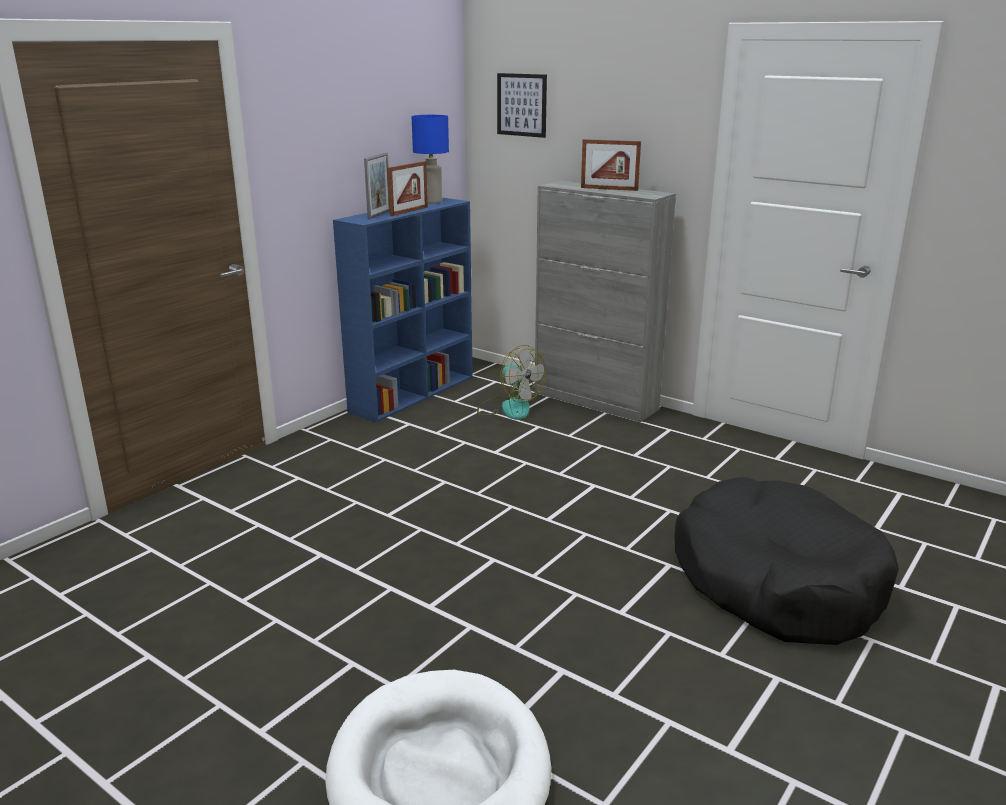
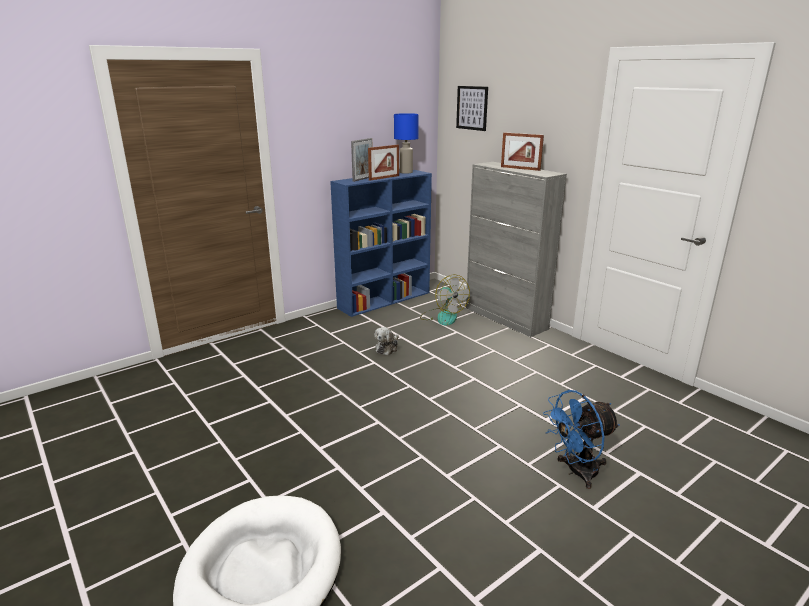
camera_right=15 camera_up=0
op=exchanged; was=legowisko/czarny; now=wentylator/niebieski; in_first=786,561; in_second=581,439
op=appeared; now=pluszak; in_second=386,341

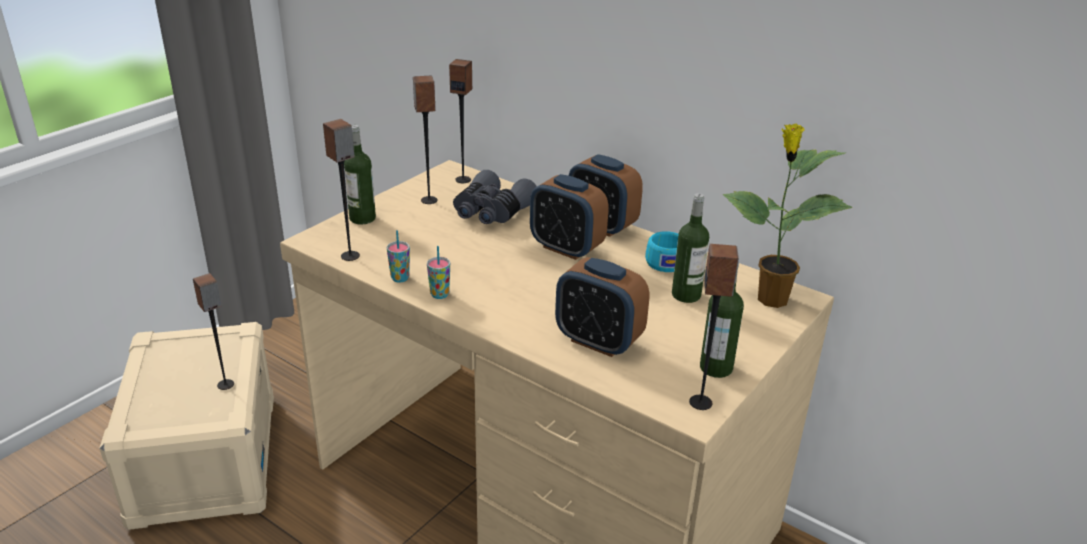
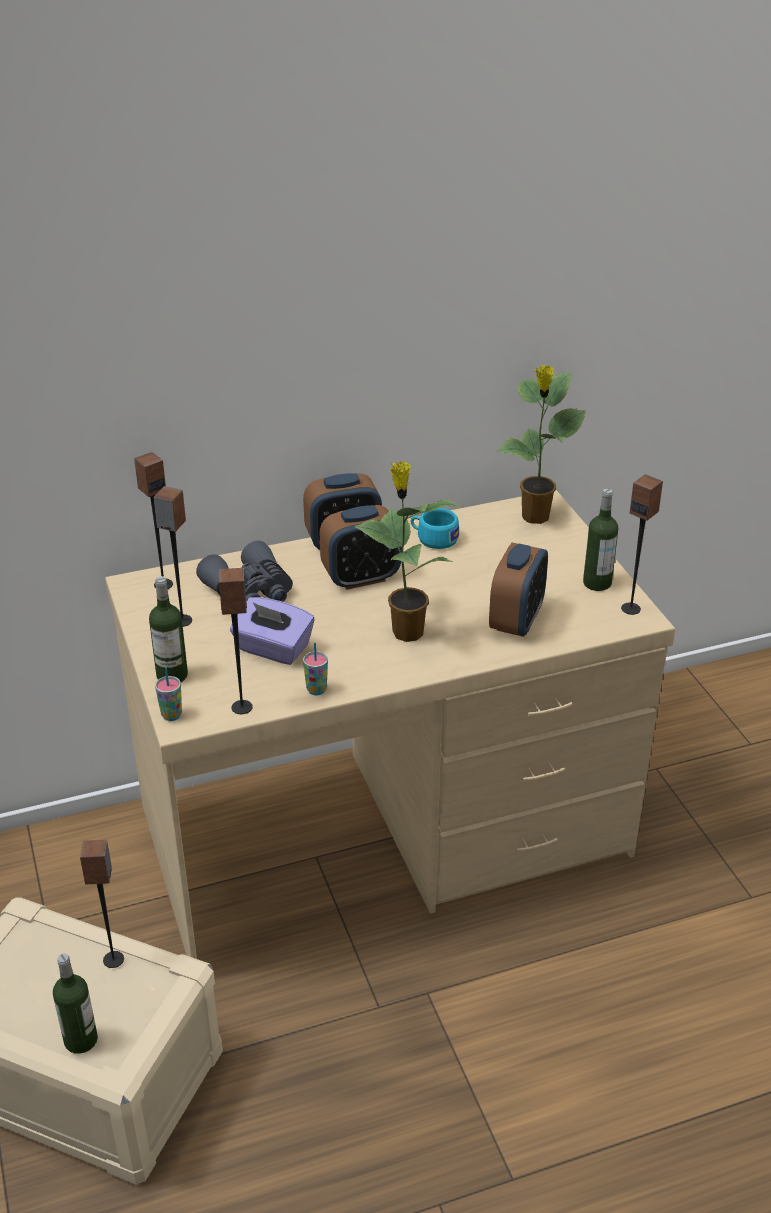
camera_right=-55 camera_up=5
op=relocated; was=butelka; in_first=690,248; in_second=75,1003
op=relocated; was=filiżanka; in_first=438,272; in_second=168,694
op=spun; was=budzik; in_first=602,307; in_second=518,590; clockwise=-45
op=appeared; now=roślina doniczkowa; in_second=408,551
op=appeared; now=pudełko chusteczek/fioletowy; in_second=272,631

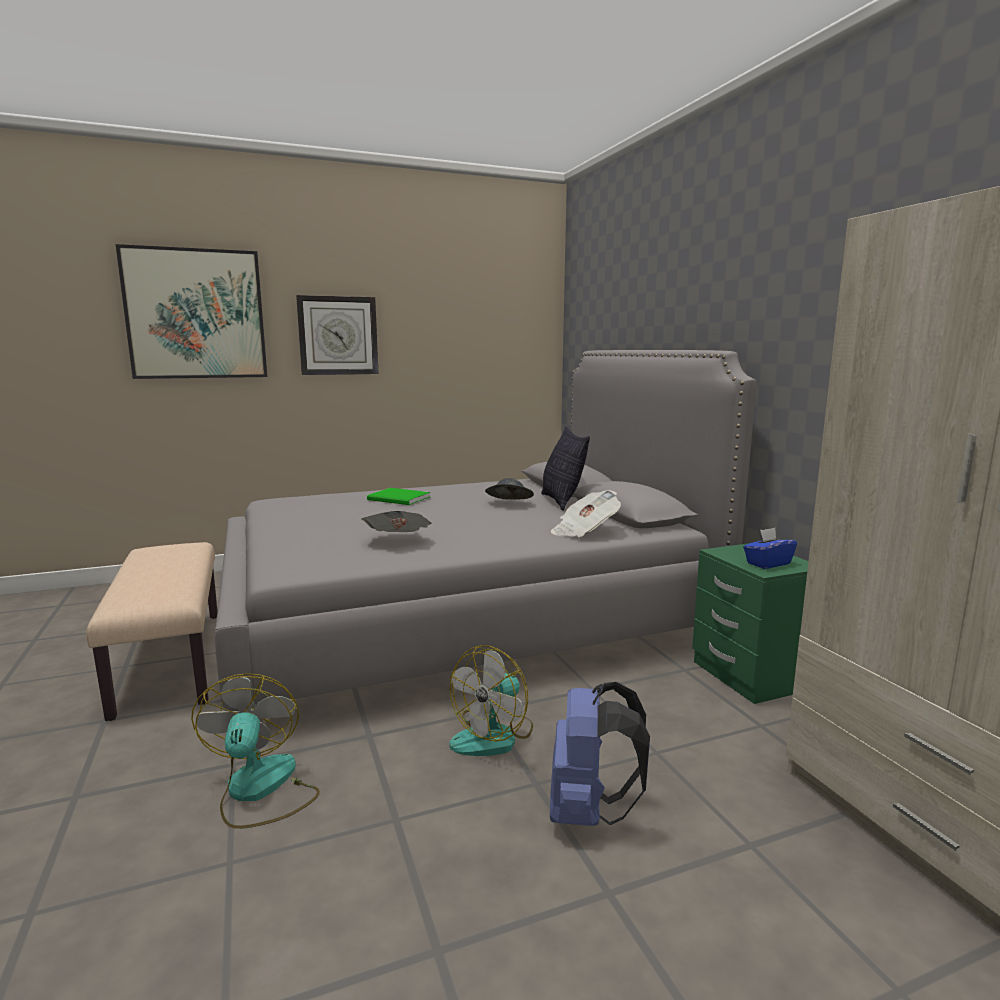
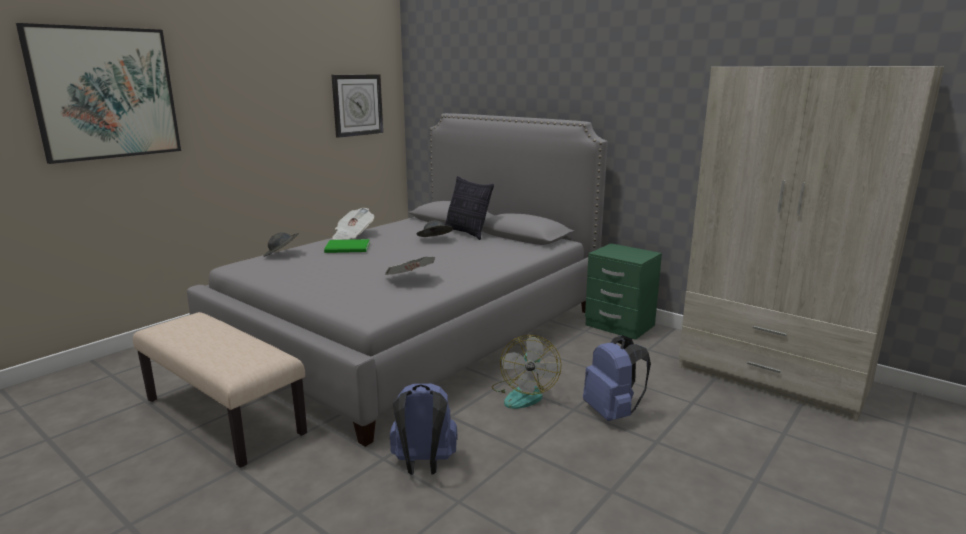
camera_right=-30 camera_up=5
op=relocated; was=zegar ścienny; in_first=337,335; in_second=357,106
op=relocated; was=gazeta; in_first=586,513; in_second=353,224
op=missing; was=pudełko chusteczek/niebieski; in_first=770,548
op=exchanged; was=wentylator; now=plecak/niebieski; in_first=255,751; in_second=424,429
op=appeared; now=kapelusz/szary; in_second=281,244

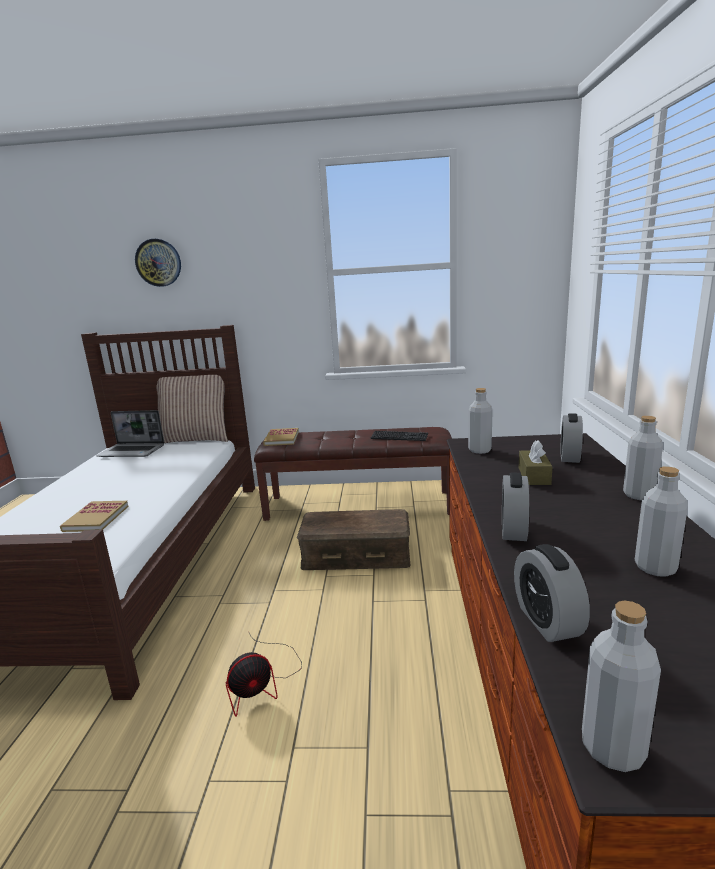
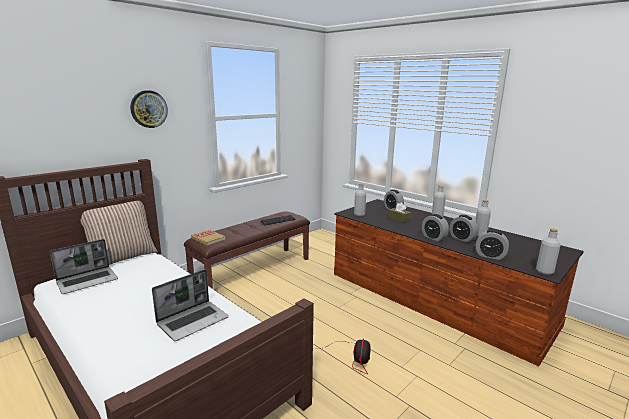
camera_right=-50 camera_up=0
op=relocated; was=zegar ścienny; in_first=158,263; in_second=149,109
op=exchanged; was=książka; now=laptop; in_first=94,516; in_second=190,305
op=missing; was=pojemnik do przechowywania/brązowy; in_first=353,539
op=appeared; now=budzik; in_second=464,228

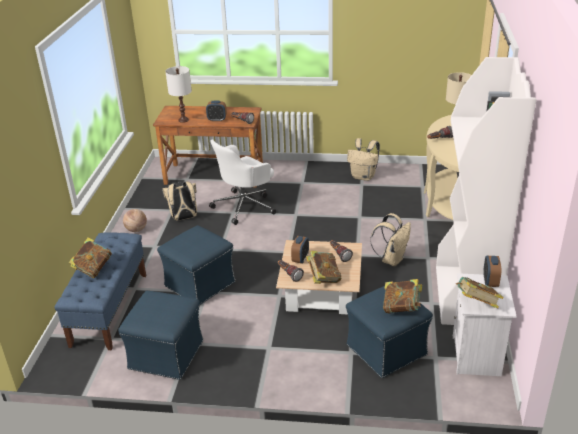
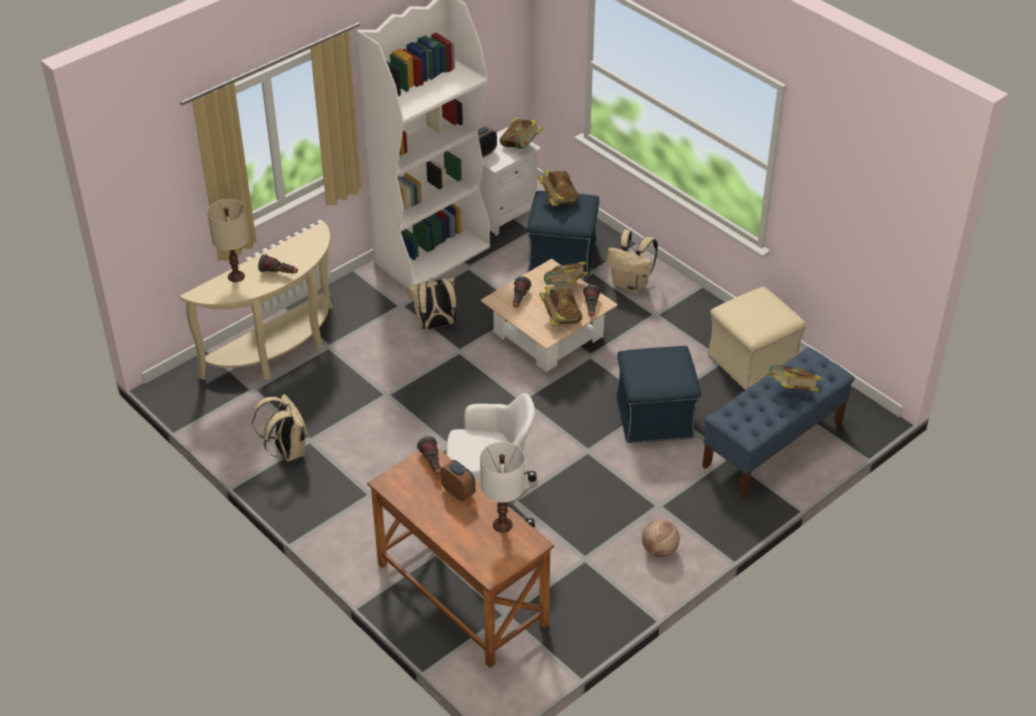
camera_right=-140 camera_up=10
op=relocated; was=plecak/beżowy; in_first=179,201; in_second=632,261
op=exchanged; was=budzik; now=książka; in_first=300,250; in_second=561,306
op=colour; was=pufa/niebieski; now=pufa/beżowy; in_first=161,335; in_second=756,338

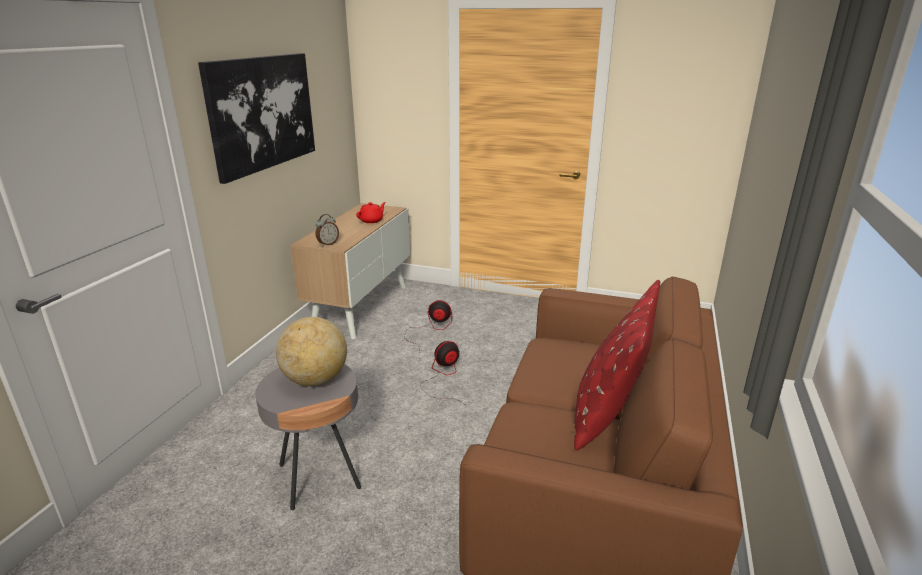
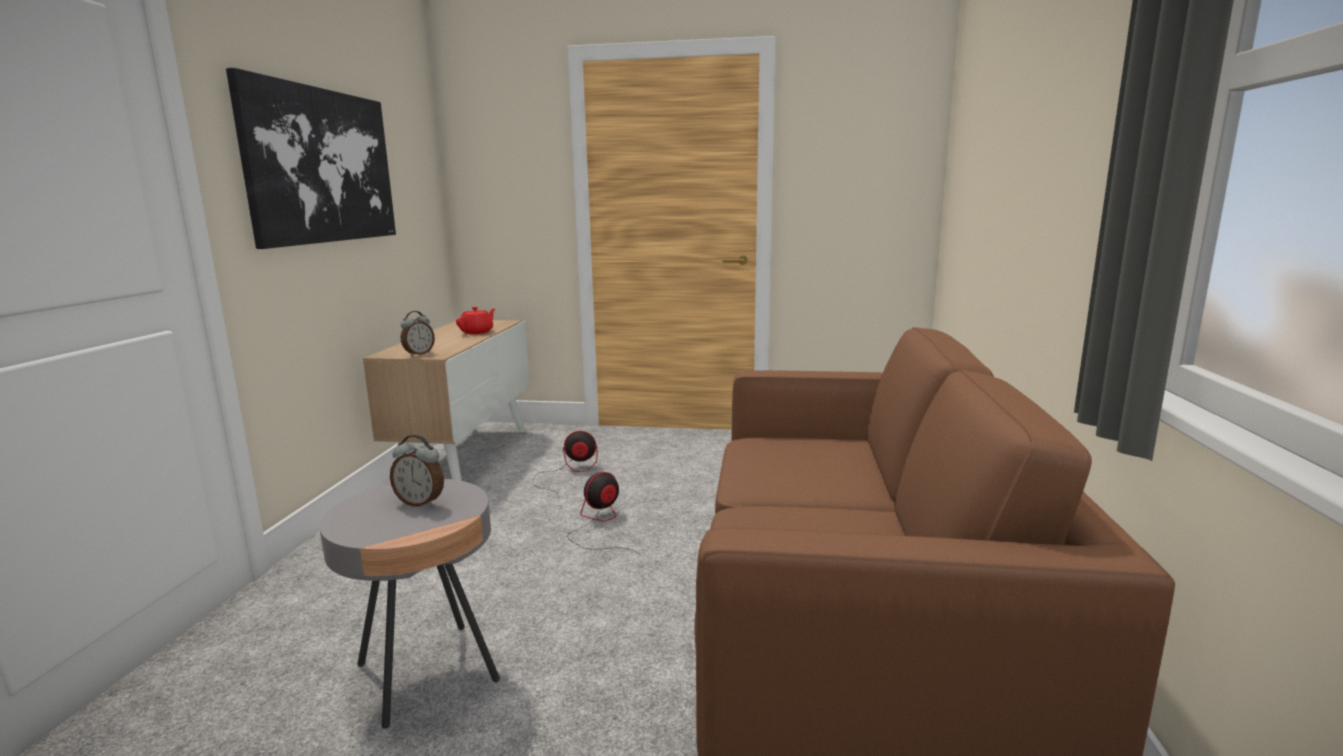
camera_right=-10 camera_up=-10
op=missing; was=poduszka/czerwony; in_first=617,365
op=exchanged; was=globus; now=budzik; in_first=311,351; in_second=417,470

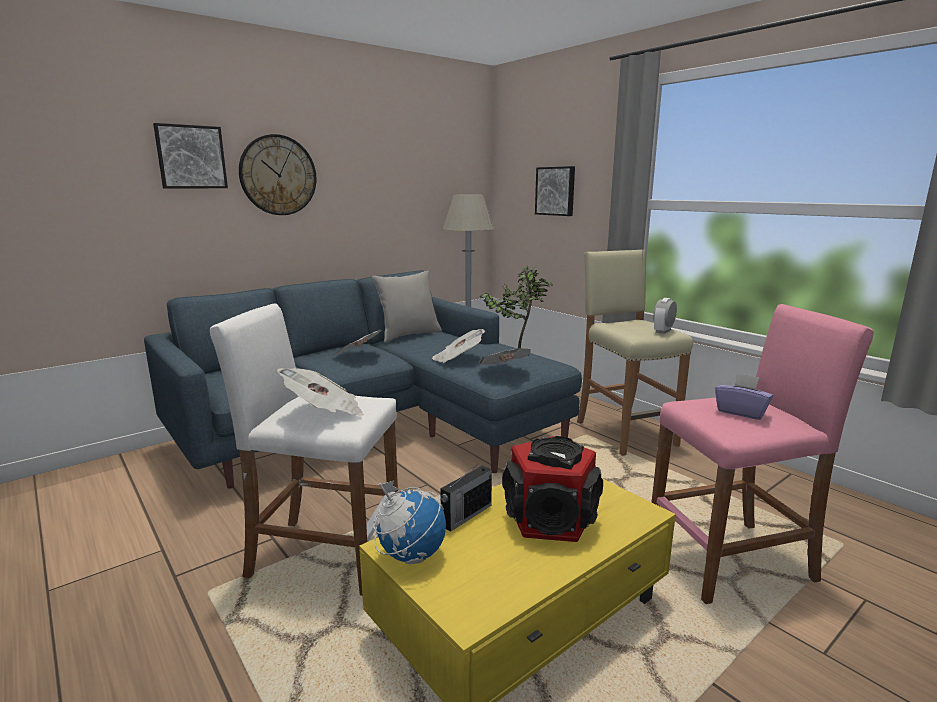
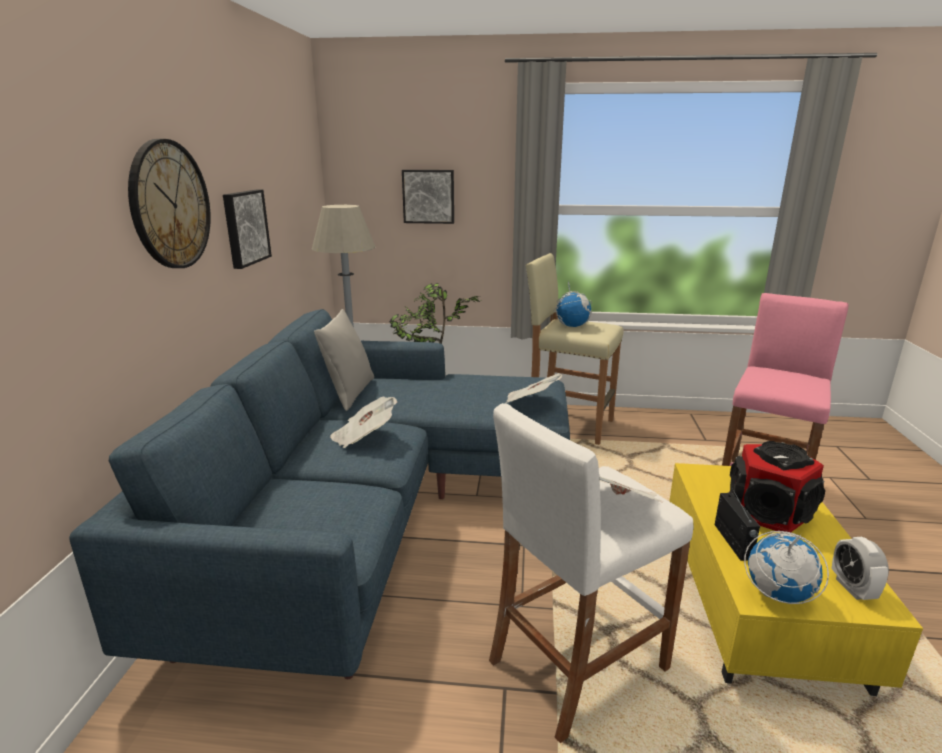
camera_right=-45 camera_up=5
op=relocated; was=obraz; in_first=190,155; in_second=247,229
op=relocated; was=budzik; in_first=665,316; in_second=860,568
op=missing; was=gazeta; in_first=458,346
op=missing; was=pudełko chusteczek/fioletowy; in_first=744,396
op=appeared; now=globus; in_second=573,304

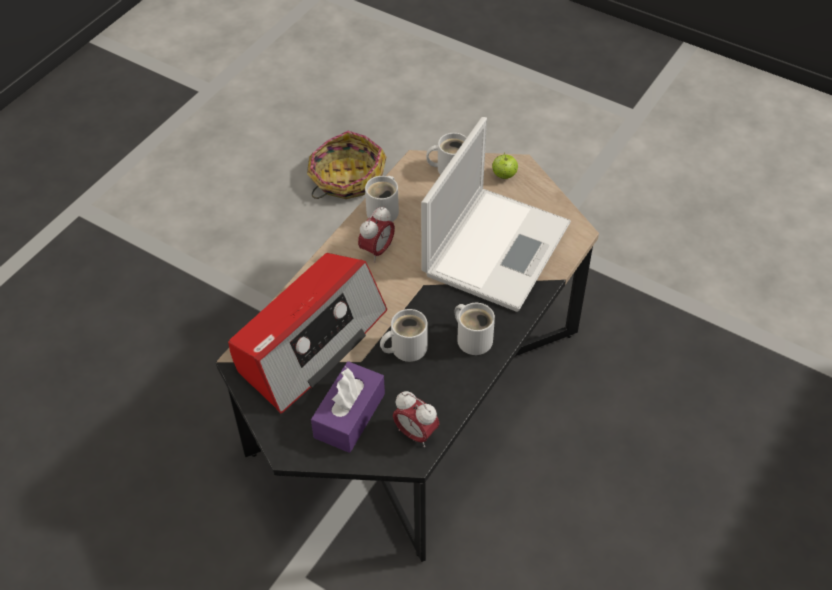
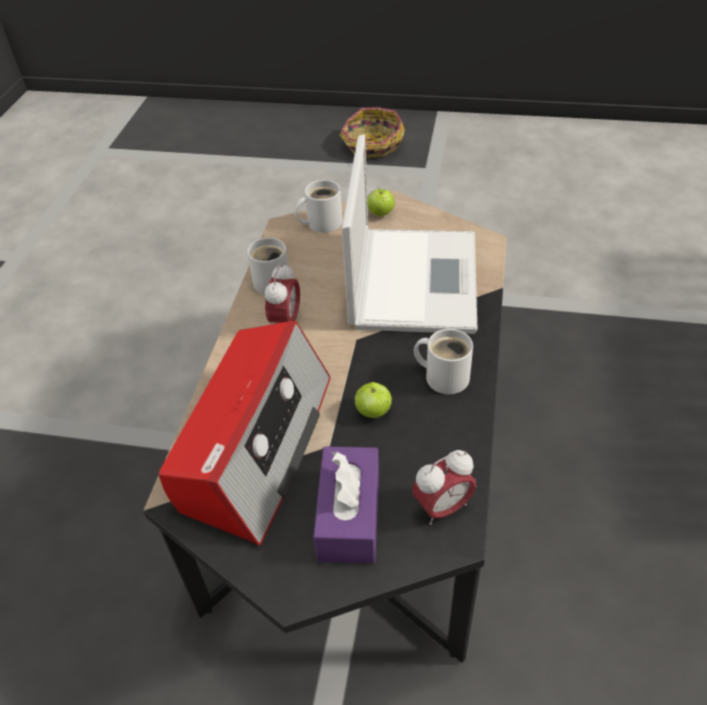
camera_right=-20 camera_up=-5
op=relocated; was=koszyk; in_first=346,165; in_second=372,132
op=exchanged; was=kubek/biały; now=jabłko; in_first=404,335; in_second=373,400
op=spun; was=budzik; in_first=416,419; in_second=444,487; clockwise=-45

